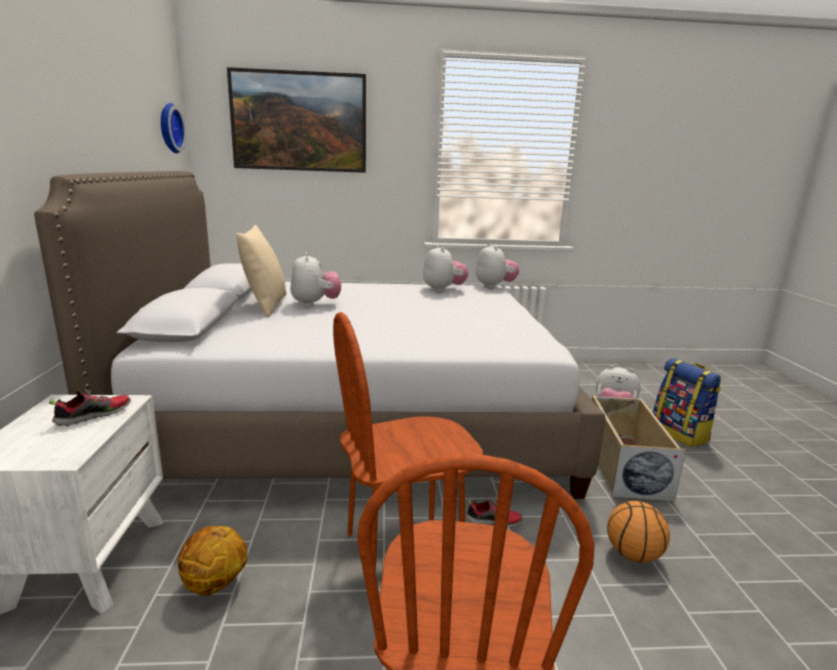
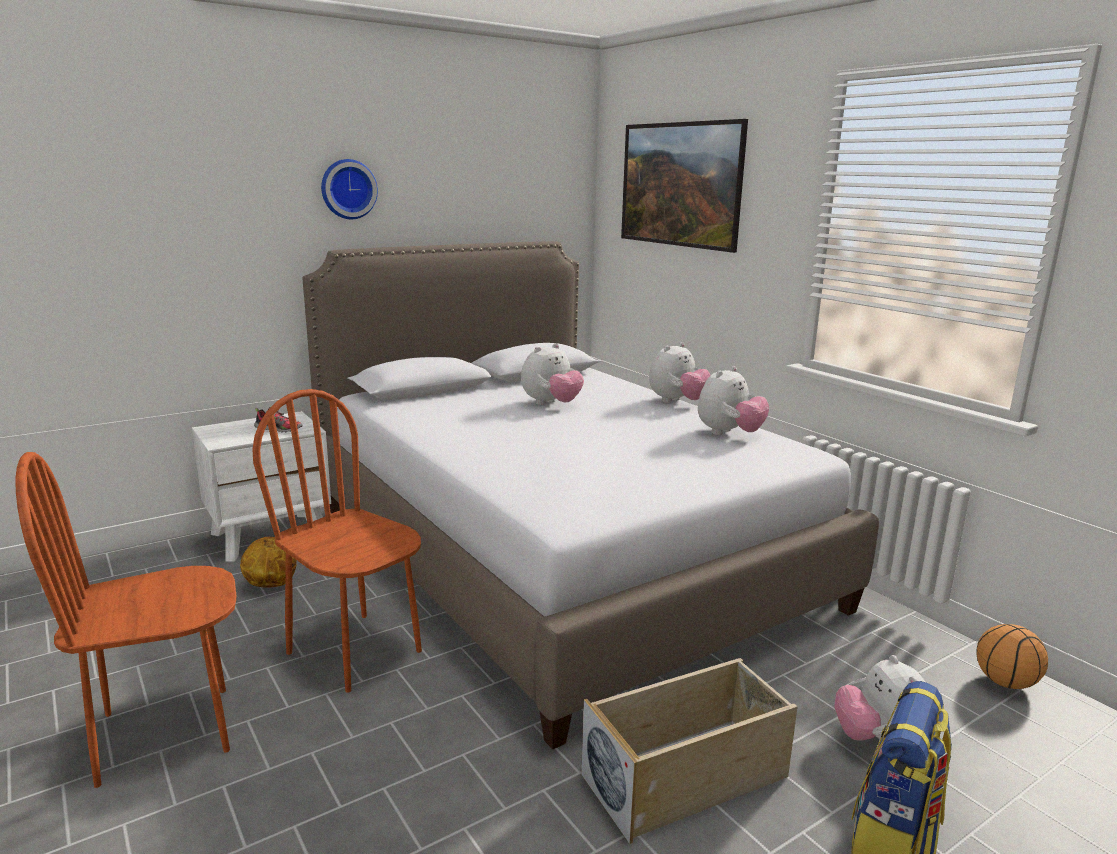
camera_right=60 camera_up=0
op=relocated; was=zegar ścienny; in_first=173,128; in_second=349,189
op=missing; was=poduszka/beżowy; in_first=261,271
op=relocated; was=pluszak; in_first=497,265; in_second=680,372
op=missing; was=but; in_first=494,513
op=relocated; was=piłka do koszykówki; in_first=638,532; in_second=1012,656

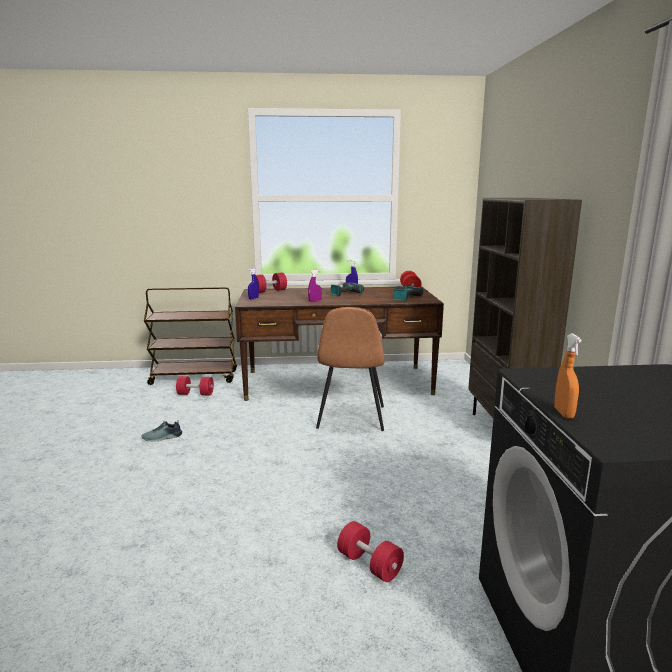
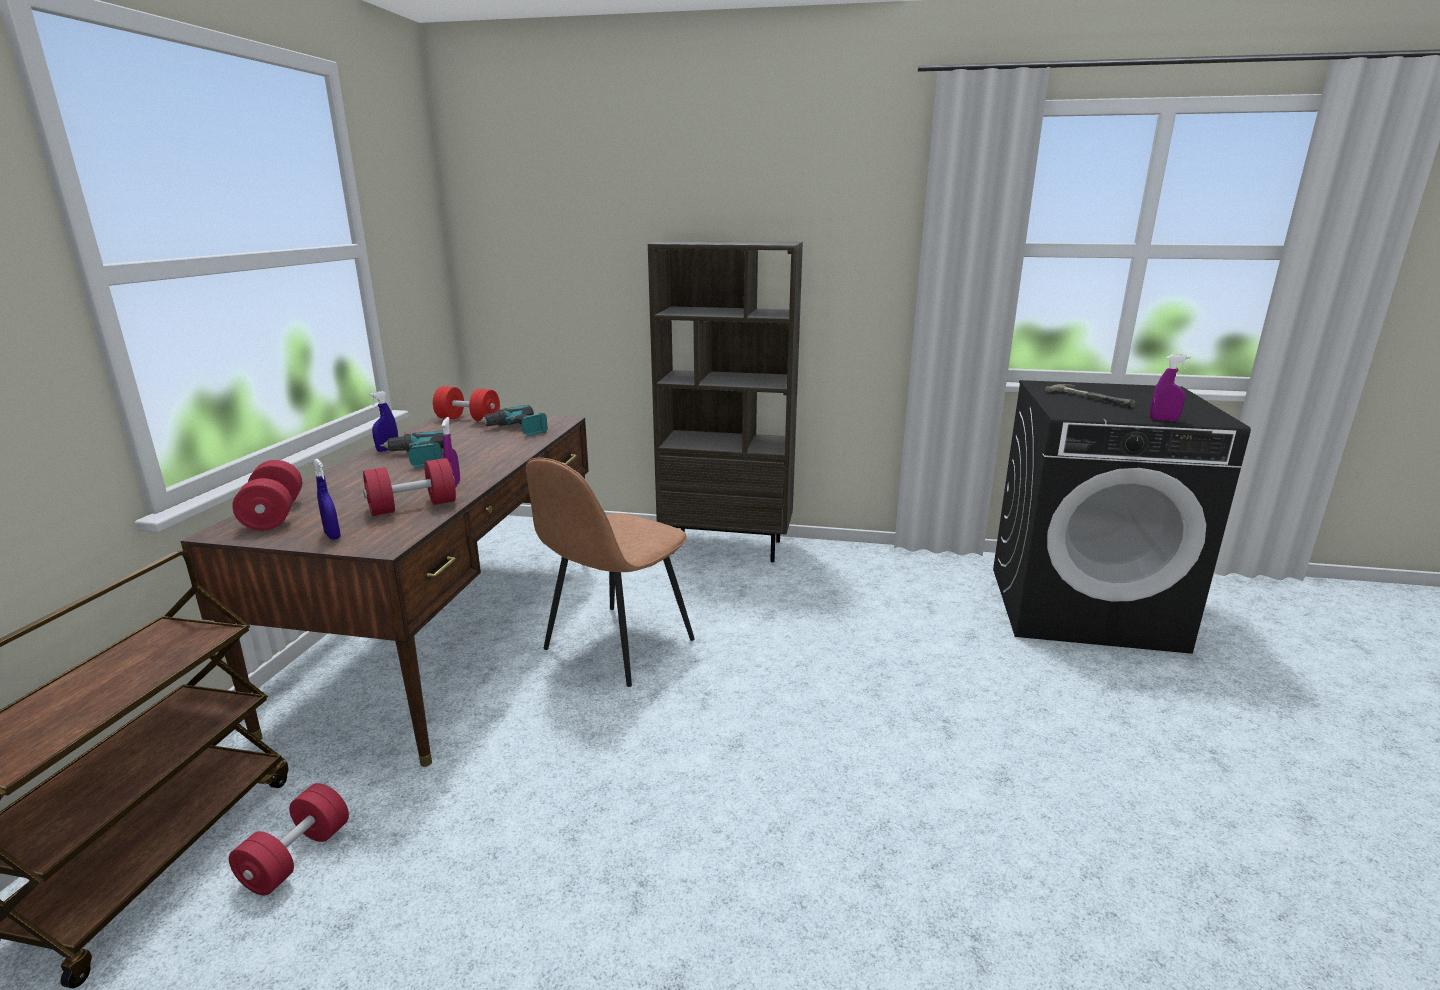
camera_right=-75 camera_up=5
op=spun; was=krzesło/brązowy; in_first=350,369; in_second=610,572; clockwise=105
op=colour; was=spryskiwacz/pomarańczowy; now=spryskiwacz/fioletowy; in_first=568,376; in_second=1170,388
op=missing; was=but; in_first=161,431
op=relocated; was=hantel/czerwony; in_first=370,551; in_second=409,487
op=appeared; now=młotek; in_second=1090,396

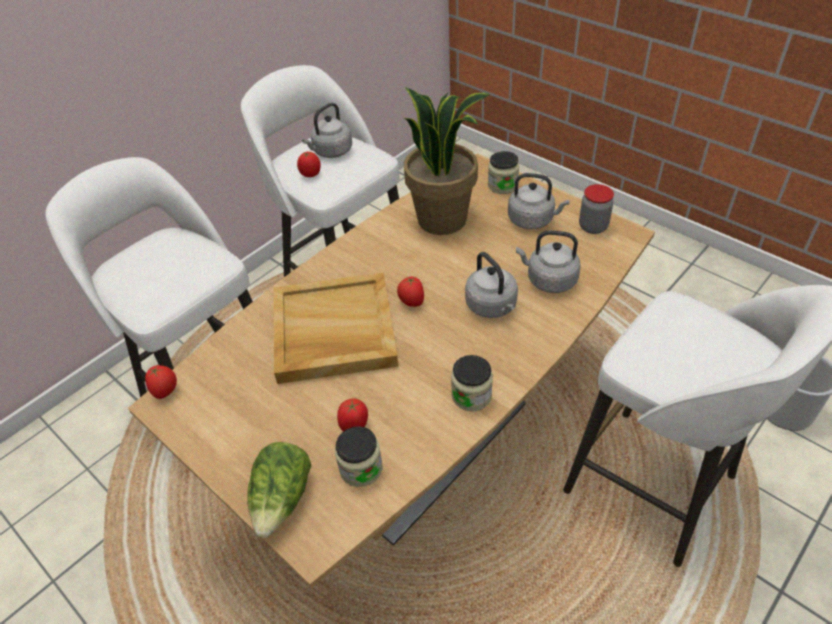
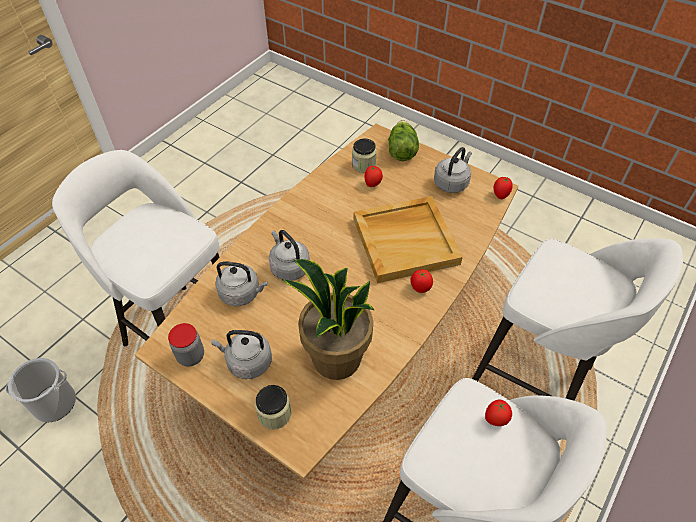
camera_right=170 camera_up=5
op=relocated; was=czajnik/szary; in_first=327,130; in_second=453,170
op=relocated; was=pomidor; in_first=410,292; in_second=421,281
op=missing; was=słoik; in_first=472,383

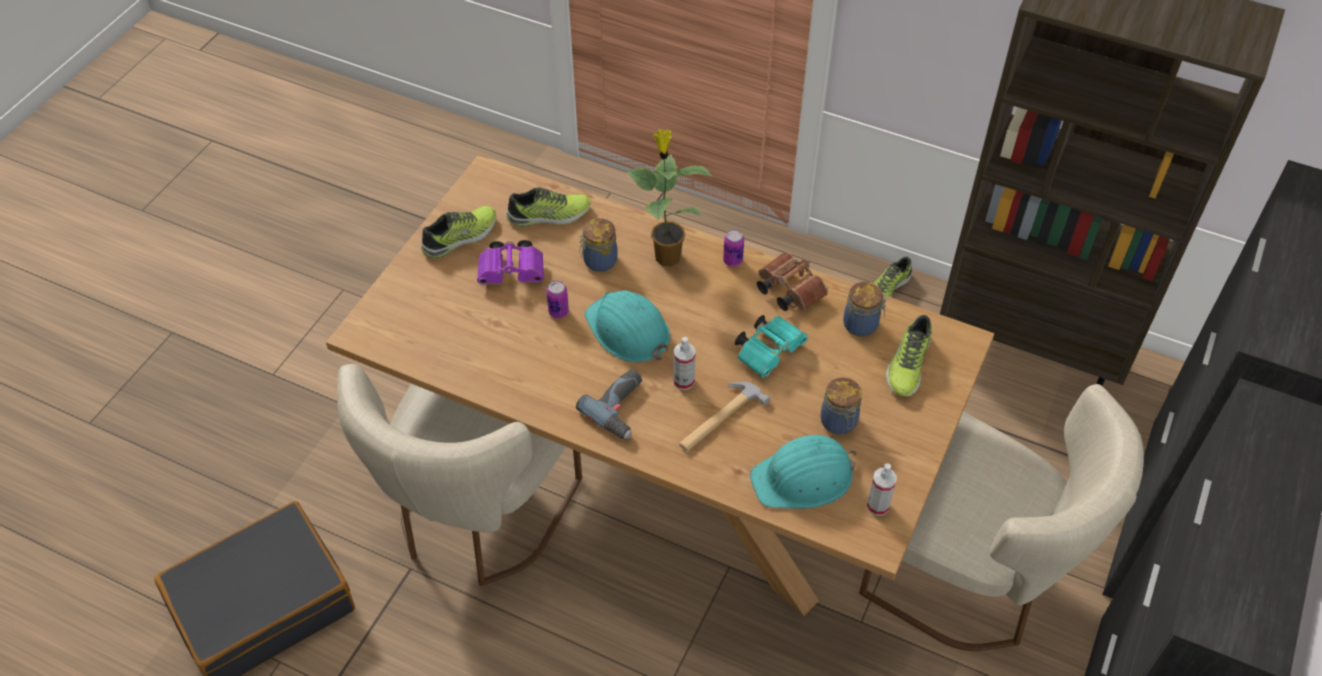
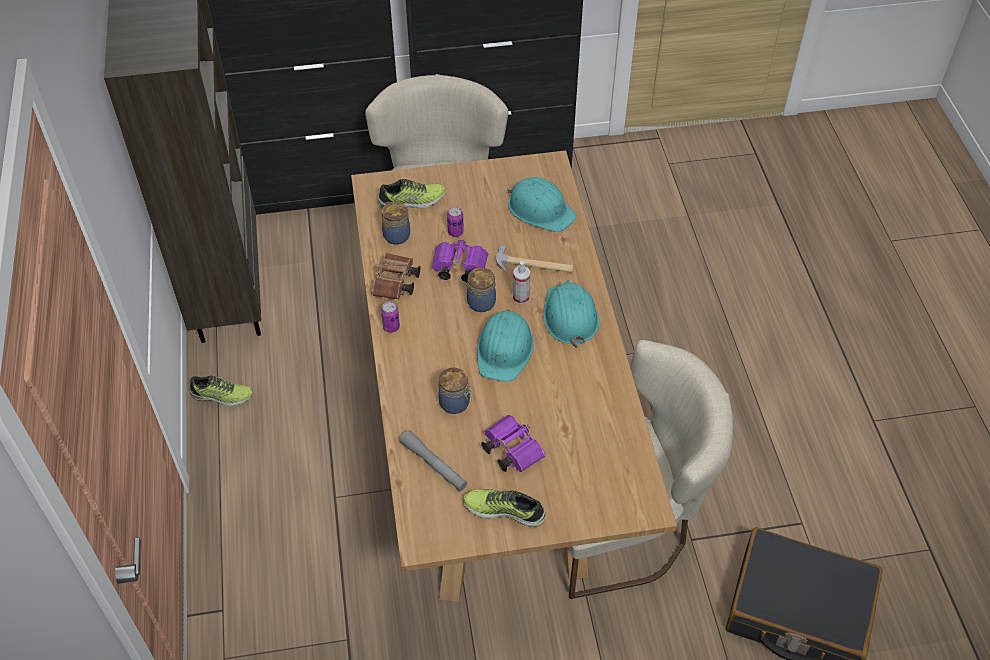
camera_right=-125 camera_up=0
op=missing; was=roślina doniczkowa; in_first=669,197
op=exchanged; was=but; now=latarka/szary; in_first=548,207; in_second=433,460
op=relocated; was=puszka; in_first=557,299; in_second=455,222
op=colour; was=lornetka/turkusowy; now=lornetka/fioletowy; in_first=771,346; in_second=460,260
op=exchanged; was=wiertarka; now=kask/turkusowy; in_first=609,404; in_second=571,314
op=relocated; was=słoik; in_first=841,406; in_second=481,290
op=missing; was=spryskiwacz; in_first=882,489

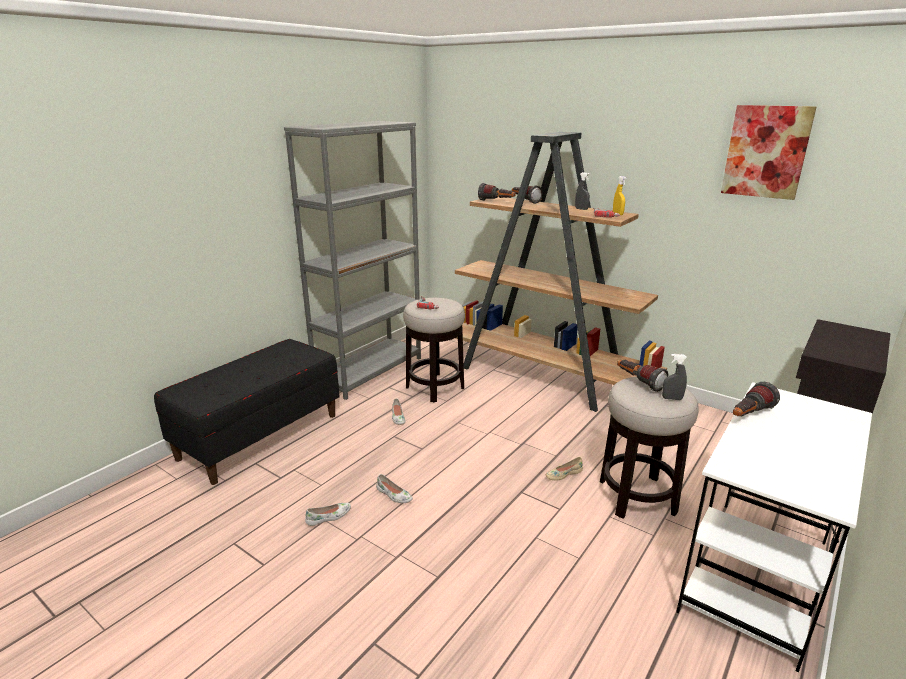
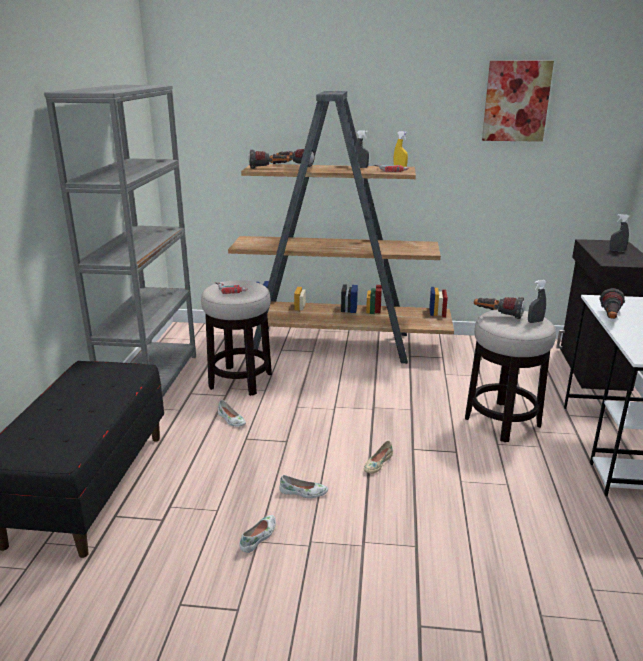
camera_right=-30 camera_up=0
op=relocated; was=but/beżowy; in_first=564,469; in_second=378,457
op=appeared; now=spryskiwacz/szary; in_second=619,233

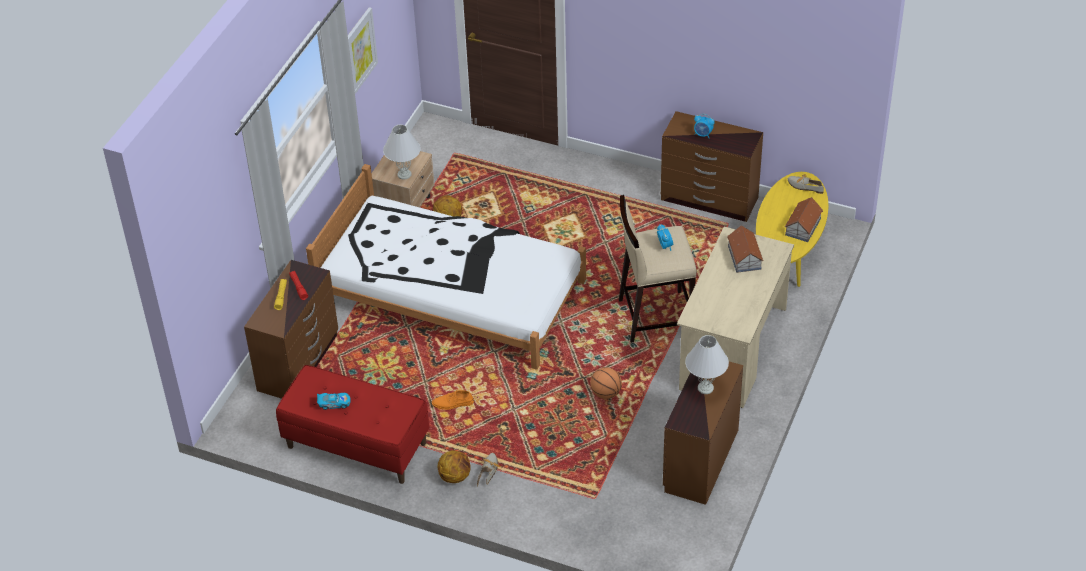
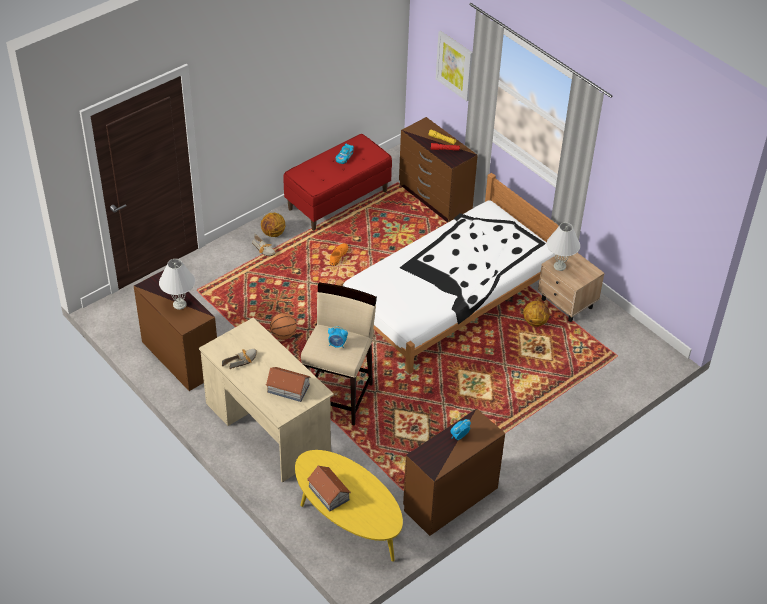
camera_right=115 camera_up=0
op=relocated; was=obraz; in_first=363,50; in_second=454,66
op=relocated; was=but; in_first=806,184; in_second=239,359

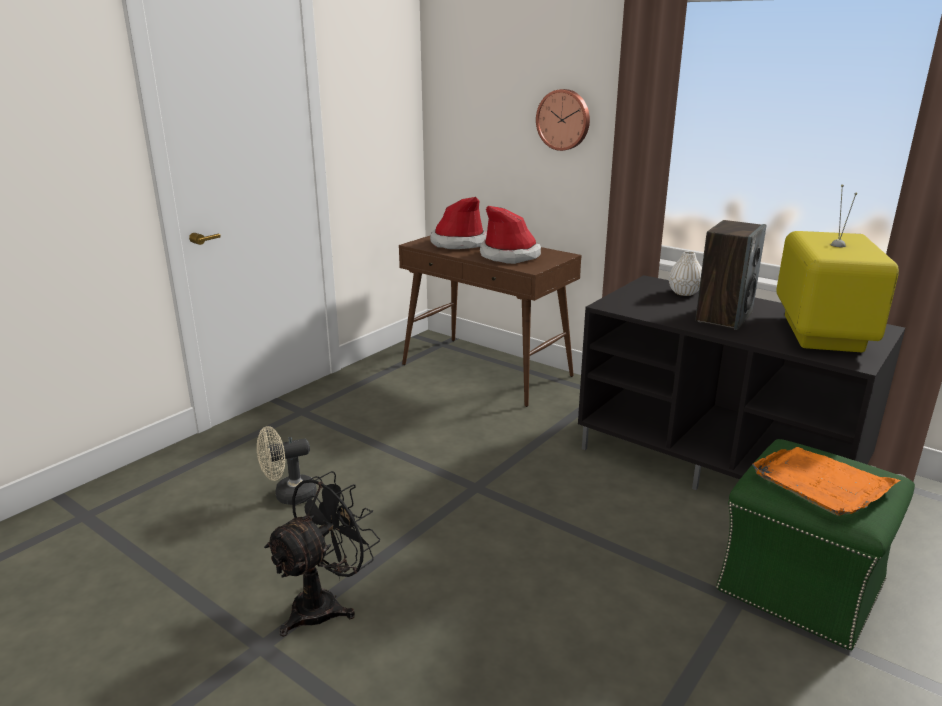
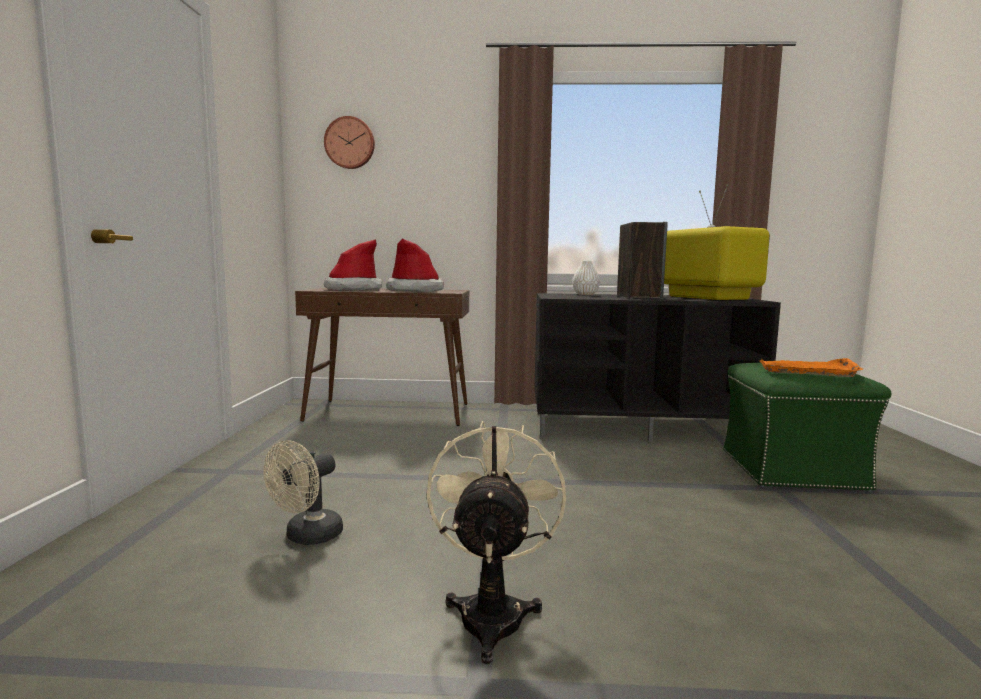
camera_right=-35 camera_up=-15
op=relocated; was=zegar ścienny; in_first=563,120; in_second=349,142
op=colour; was=wentylator/czarny; now=wentylator/beżowy; in_first=322,554; in_second=496,542

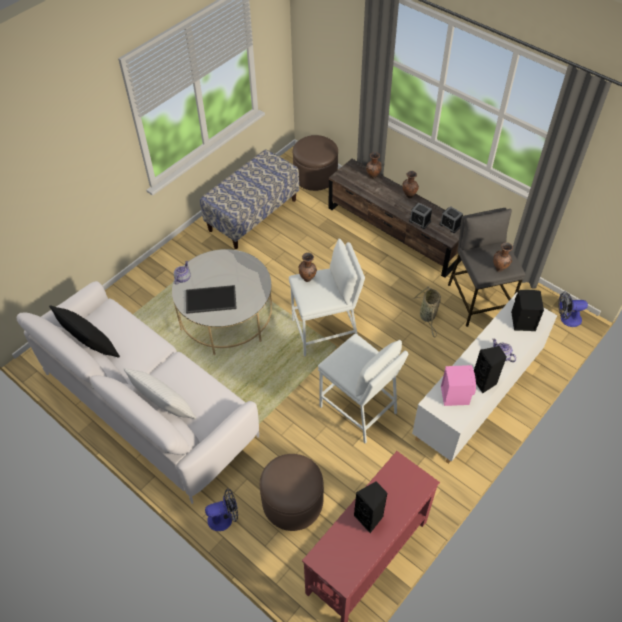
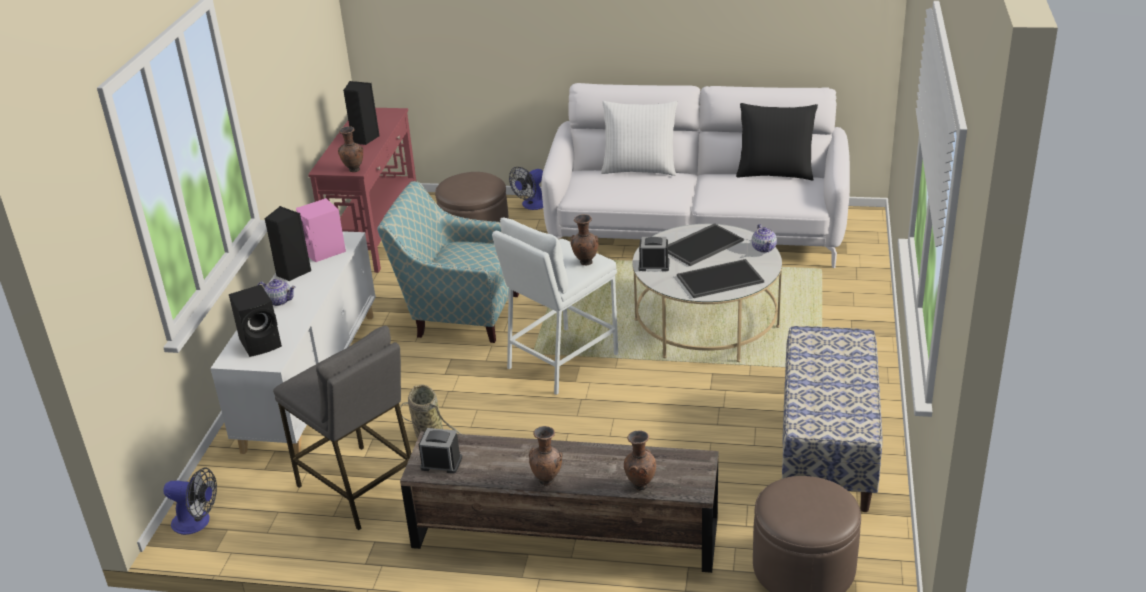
camera_right=150 camera_up=-20
op=relocated; was=budzik; in_first=420,216; in_second=654,254
op=relocated; was=wazon/brązowy; in_first=503,257; in_second=350,149
op=spun; was=wentylator; in_first=573,309; in_second=190,501; clockwise=45
op=exchanged; was=stołek/biały; now=fotel; in_first=363,389; in_second=448,262
op=appeared; now=taca; in_second=720,278

